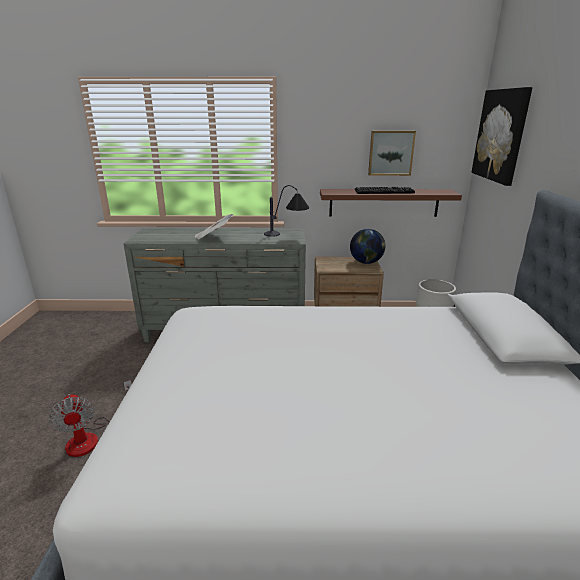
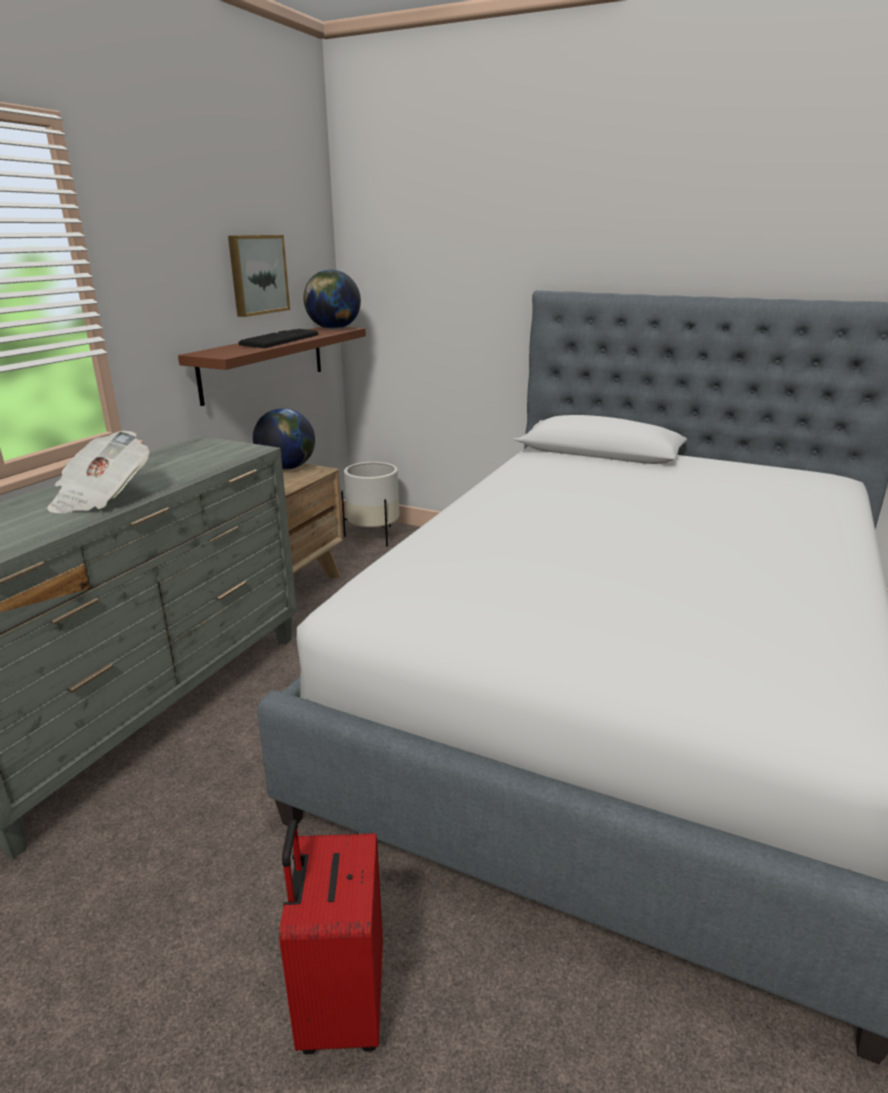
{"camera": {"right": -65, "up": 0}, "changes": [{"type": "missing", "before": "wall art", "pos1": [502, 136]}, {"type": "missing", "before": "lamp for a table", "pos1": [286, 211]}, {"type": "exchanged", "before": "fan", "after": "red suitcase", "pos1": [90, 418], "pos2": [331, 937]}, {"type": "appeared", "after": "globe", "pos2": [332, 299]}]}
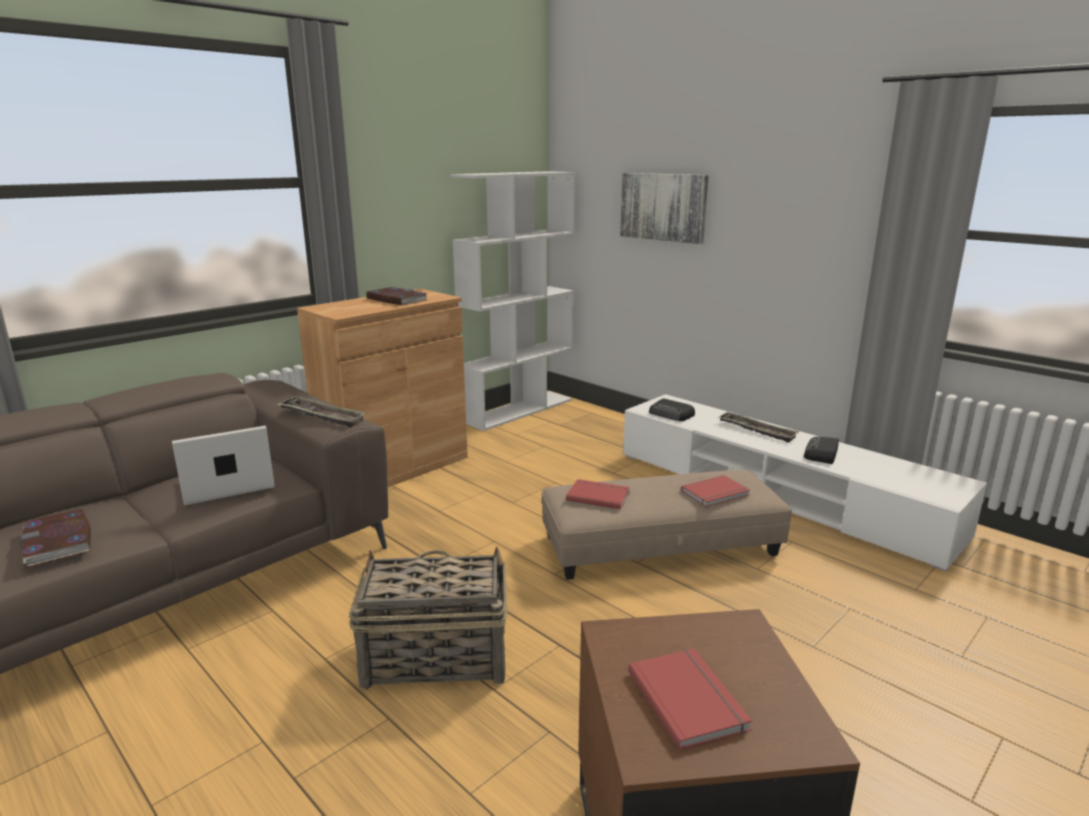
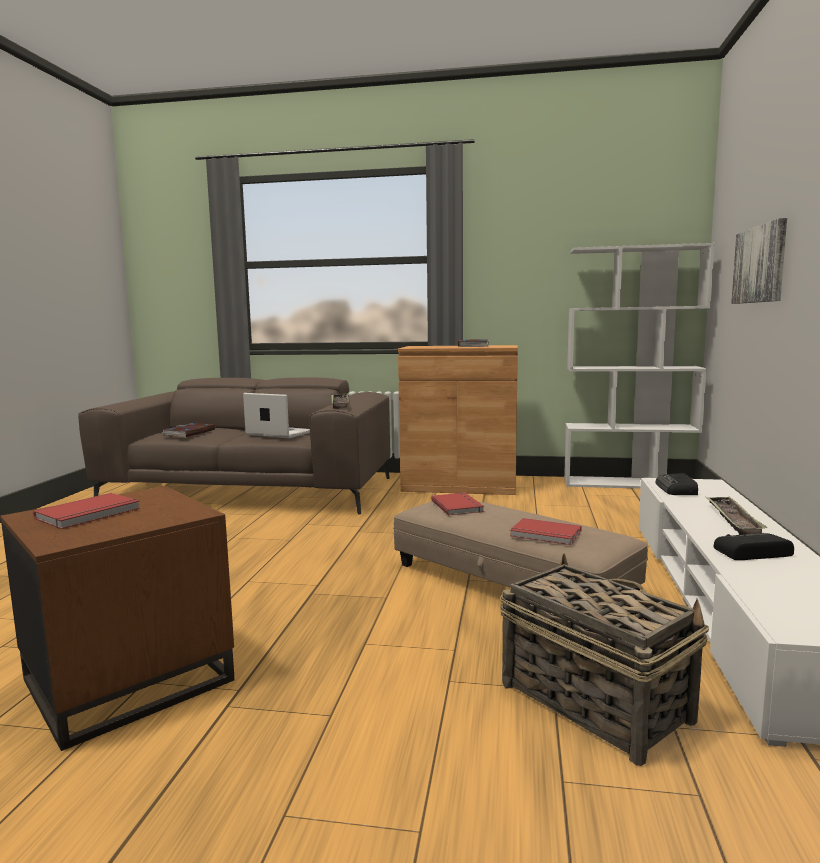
{"camera": {"right": 55, "up": -10}, "changes": [{"type": "relocated", "before": "basket", "pos1": [428, 618], "pos2": [604, 659]}]}
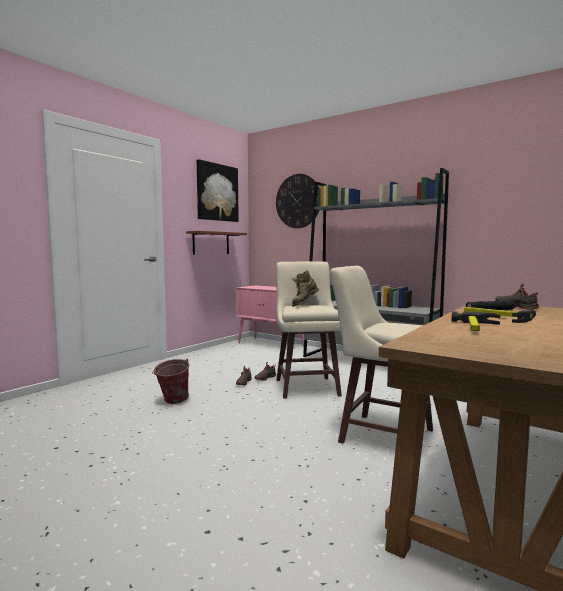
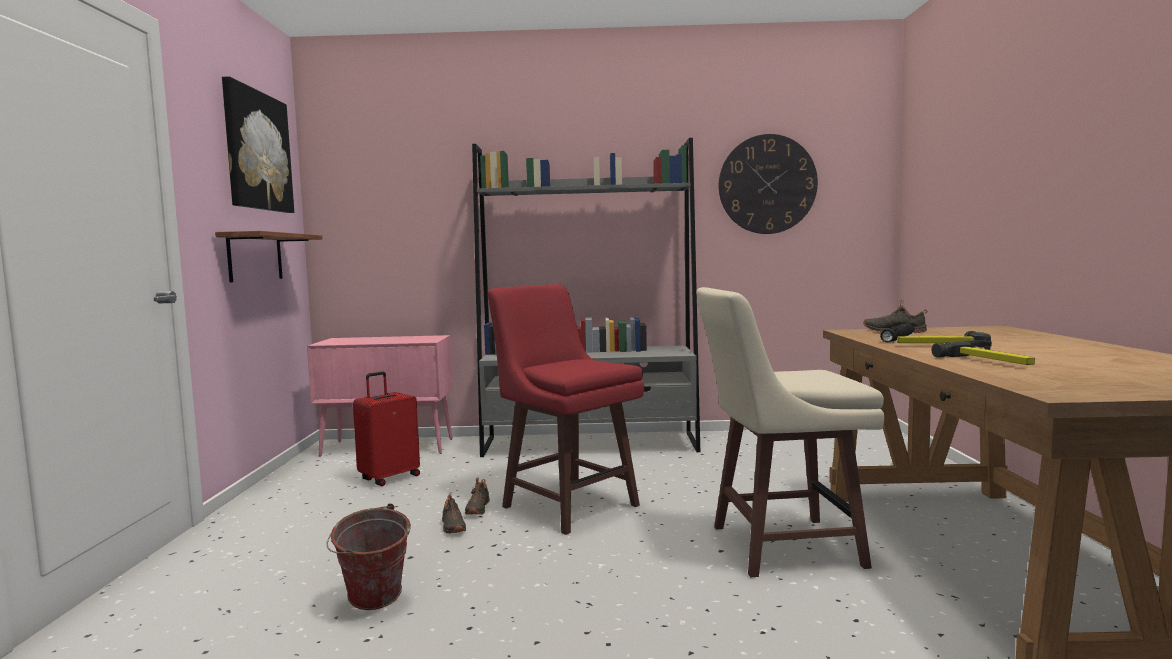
{"camera": {"right": -35, "up": 0}, "changes": [{"type": "relocated", "before": "hanging clock", "pos1": [297, 201], "pos2": [768, 184]}, {"type": "colour", "before": "beige stool", "after": "red stool", "pos1": [309, 330], "pos2": [566, 409]}, {"type": "missing", "before": "brownish boot", "pos1": [305, 289]}, {"type": "appeared", "after": "red suitcase", "pos2": [386, 428]}]}
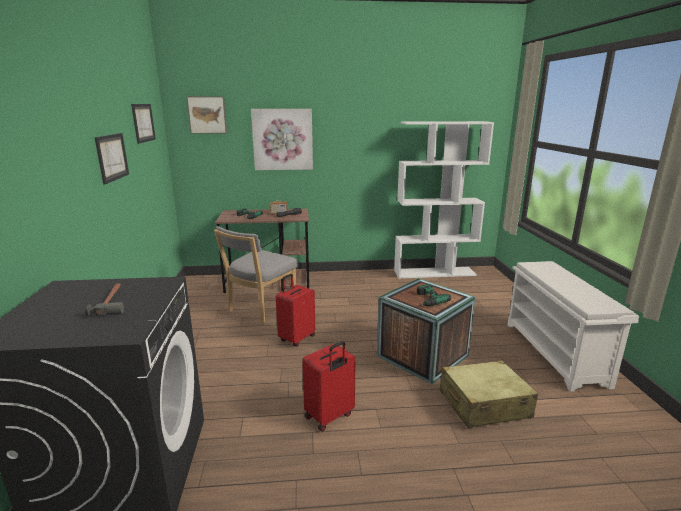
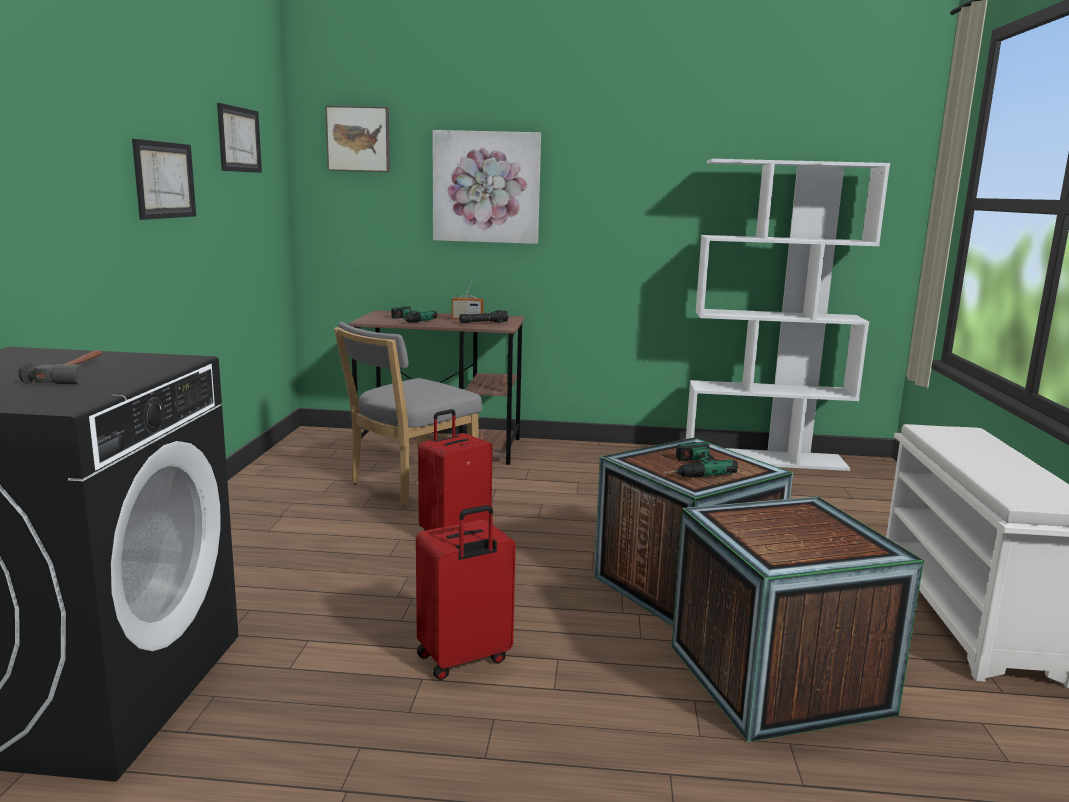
{"camera": {"right": 10, "up": -5}, "changes": [{"type": "exchanged", "before": "beige suitcase", "after": "packing crate", "pos1": [489, 394], "pos2": [797, 619]}]}
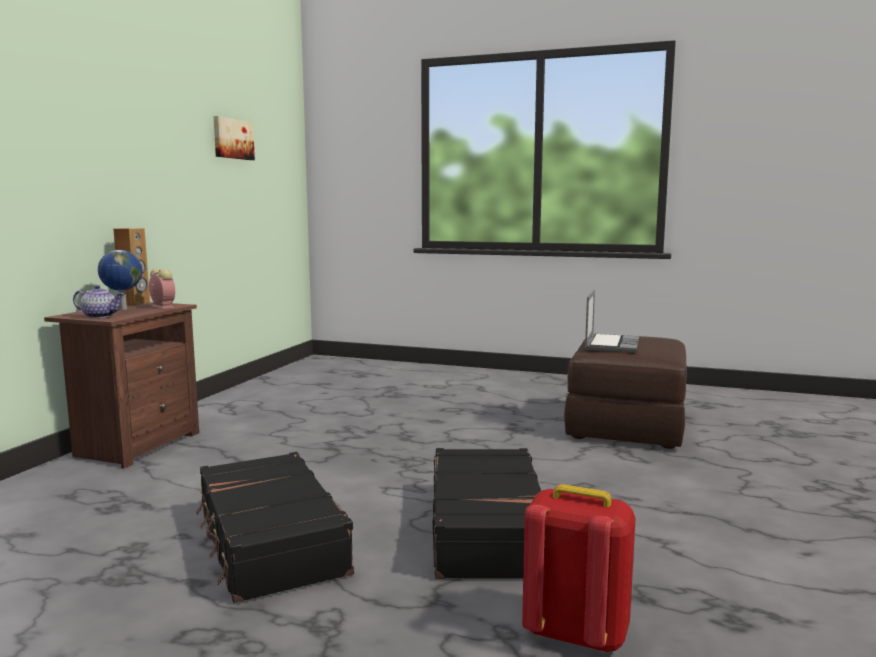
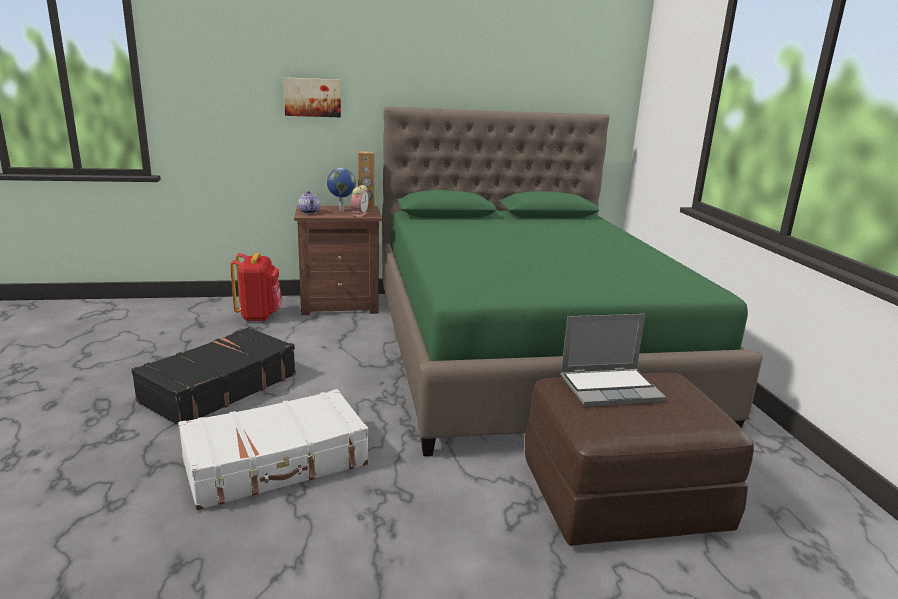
{"camera": {"right": 60, "up": 10}, "changes": [{"type": "relocated", "before": "wall art", "pos1": [234, 138], "pos2": [312, 97]}, {"type": "colour", "before": "blackish suitcase", "after": "white suitcase", "pos1": [487, 513], "pos2": [273, 449]}, {"type": "relocated", "before": "red rucksack", "pos1": [579, 568], "pos2": [256, 287]}, {"type": "appeared", "after": "green sleeping bed", "pos2": [572, 281]}]}
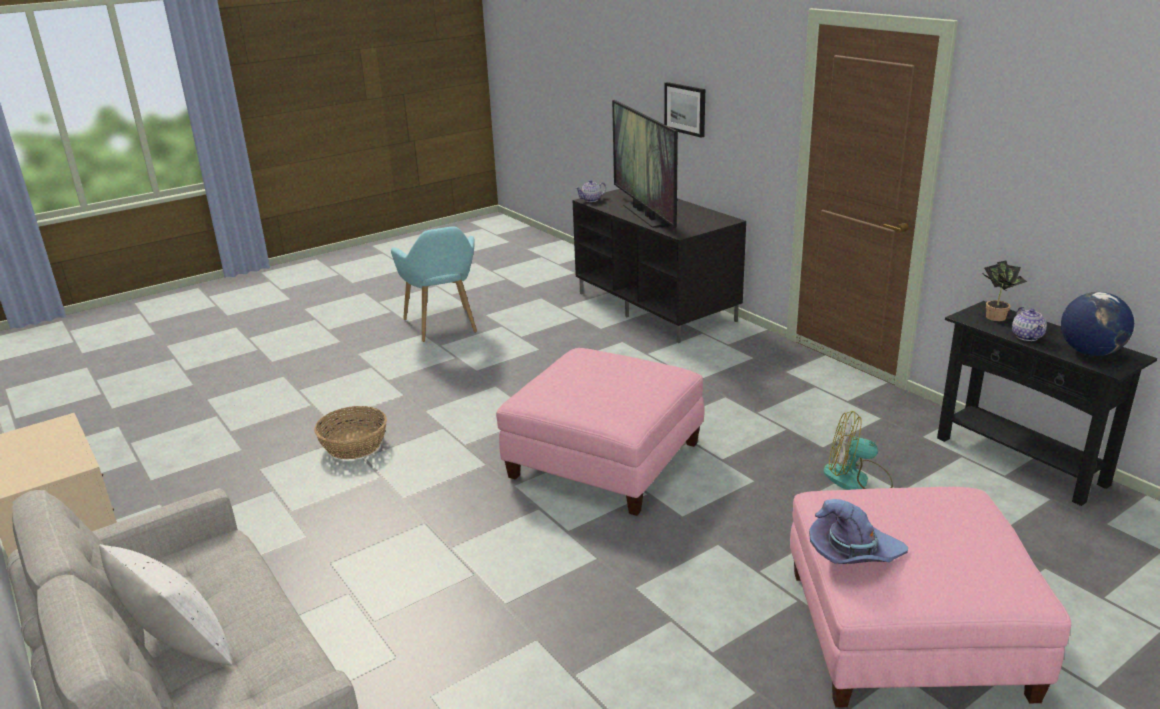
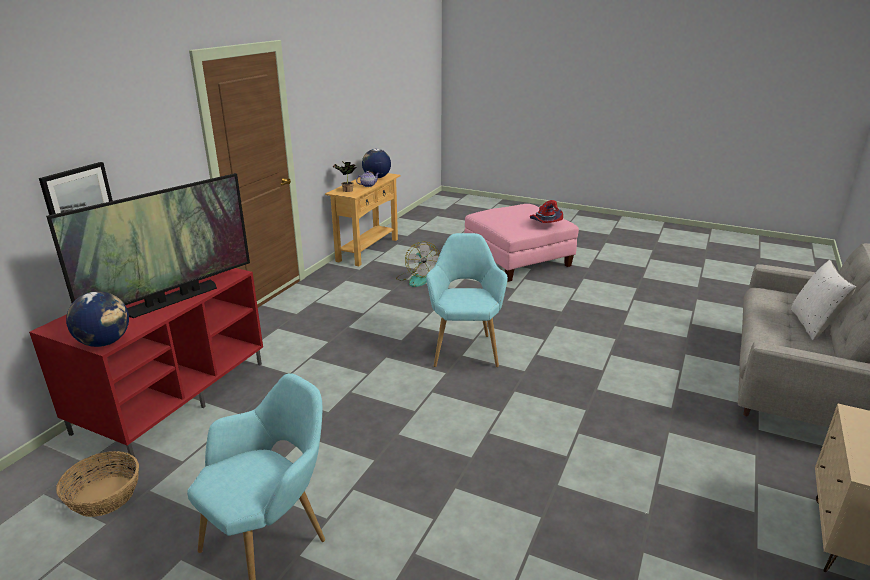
{"camera": {"right": -120, "up": 0}, "changes": [{"type": "exchanged", "before": "pot for tea", "after": "globe", "pos1": [591, 191], "pos2": [97, 319]}, {"type": "colour", "before": "blackish tv stand", "after": "red tv stand", "pos1": [659, 266], "pos2": [146, 364]}, {"type": "colour", "before": "blackish narrow table", "after": "beige narrow table", "pos1": [1047, 403], "pos2": [362, 219]}, {"type": "exchanged", "before": "pinkish ottoman", "after": "blue-green lounge chair", "pos1": [600, 432], "pos2": [467, 300]}, {"type": "relocated", "before": "basket", "pos1": [350, 432], "pos2": [97, 484]}, {"type": "colour", "before": "purple clothing hat", "after": "red clothing hat", "pos1": [858, 531], "pos2": [546, 211]}]}
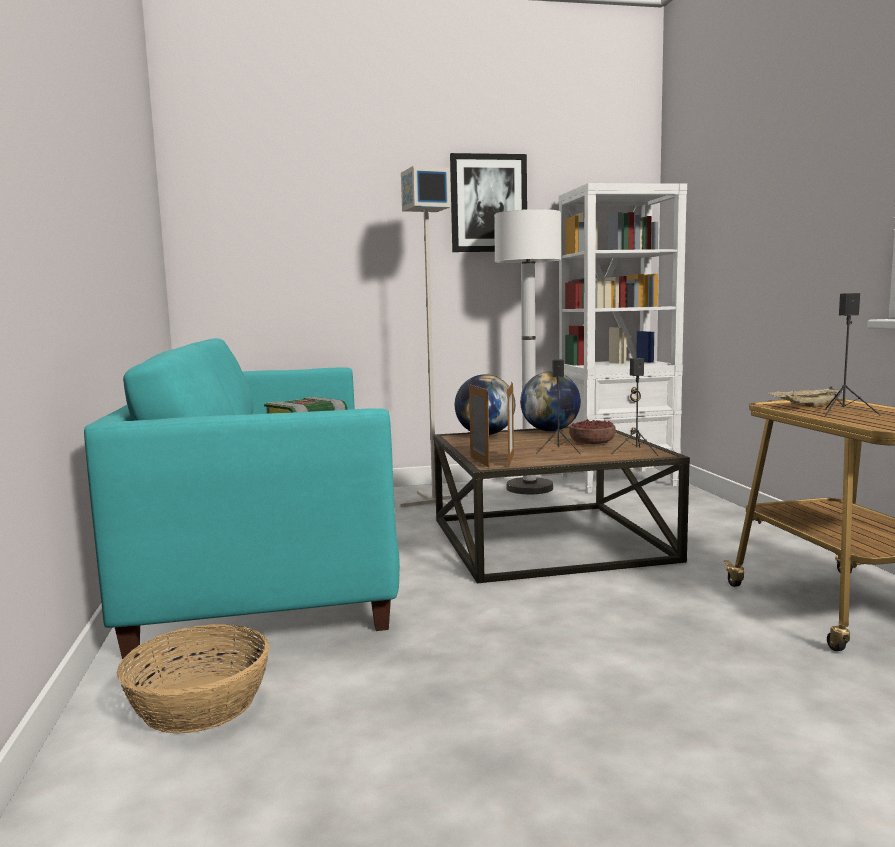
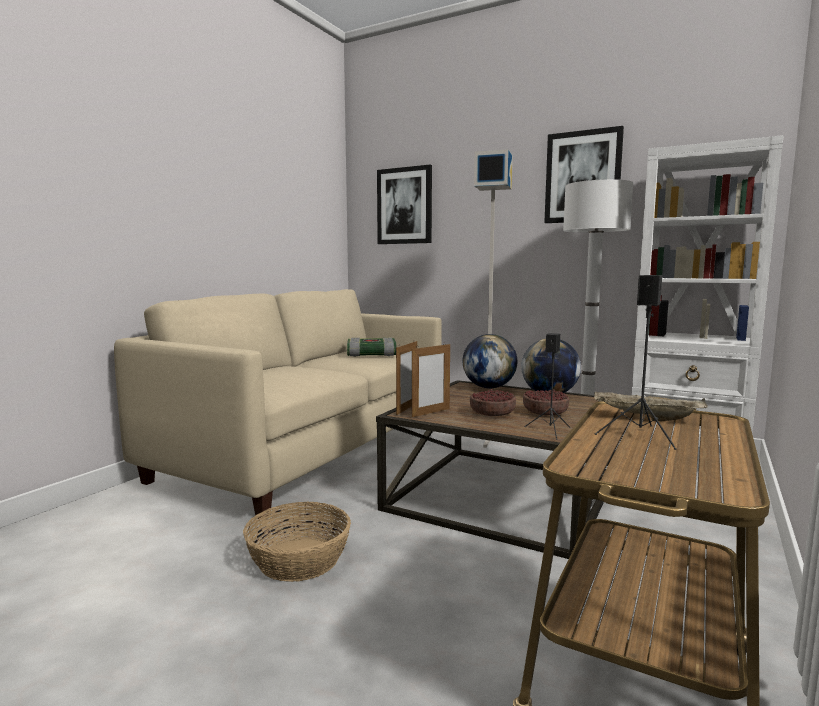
{"camera": {"right": 40, "up": 0}, "changes": [{"type": "colour", "before": "blue-green couch", "after": "beige couch", "pos1": [242, 498], "pos2": [278, 404]}, {"type": "exchanged", "before": "blackish speaker", "after": "deep dish", "pos1": [558, 406], "pos2": [493, 402]}, {"type": "relocated", "before": "basket", "pos1": [193, 679], "pos2": [297, 542]}, {"type": "appeared", "after": "wall art", "pos2": [404, 204]}]}
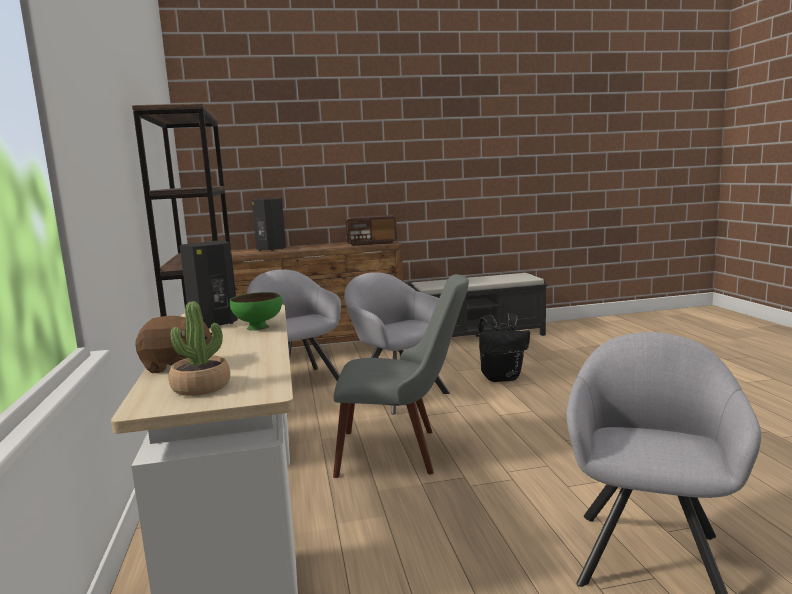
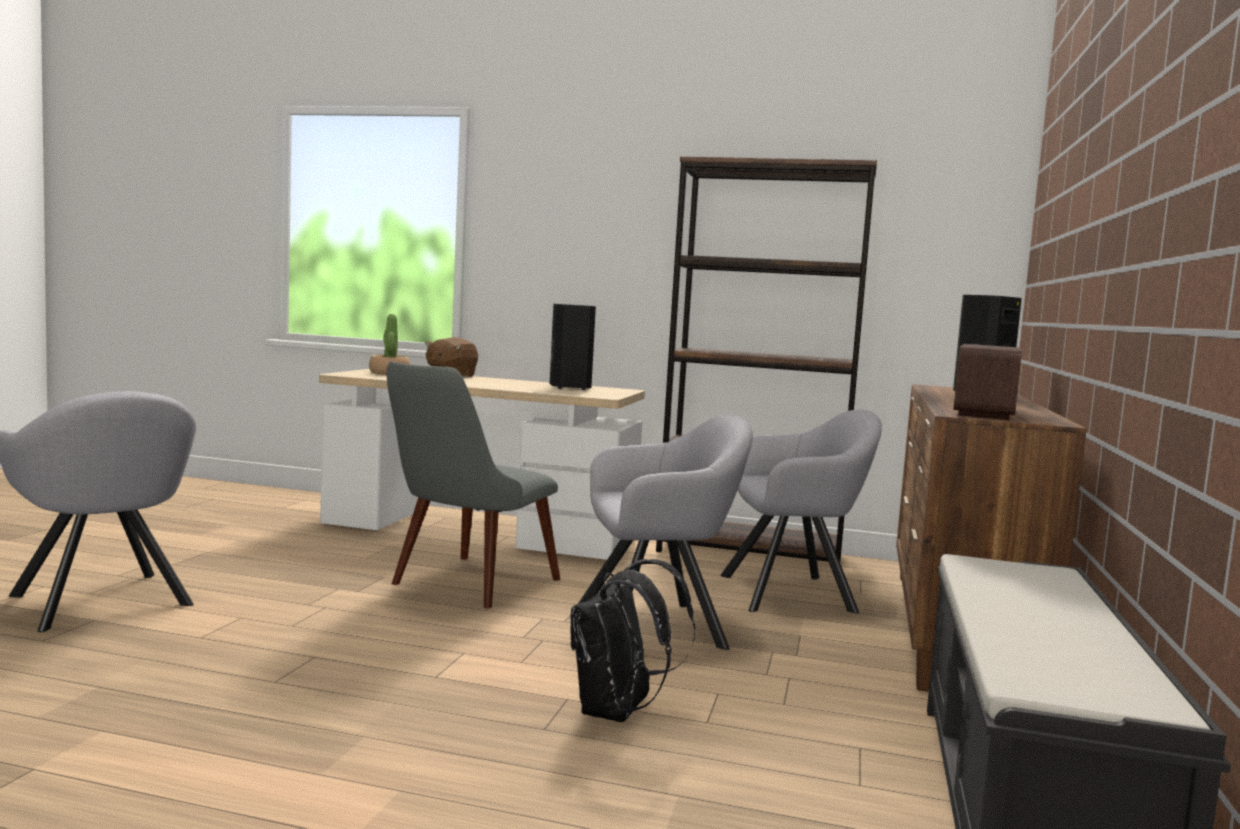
{"camera": {"right": 115, "up": -5}, "changes": [{"type": "missing", "before": "green deep dish", "pos1": [256, 311]}]}
